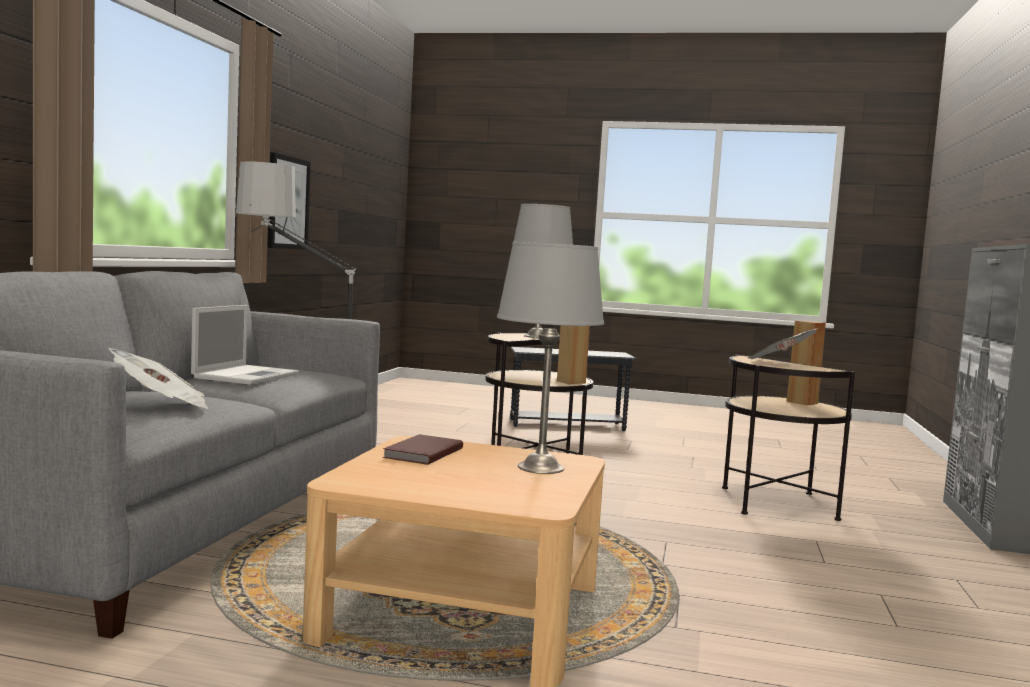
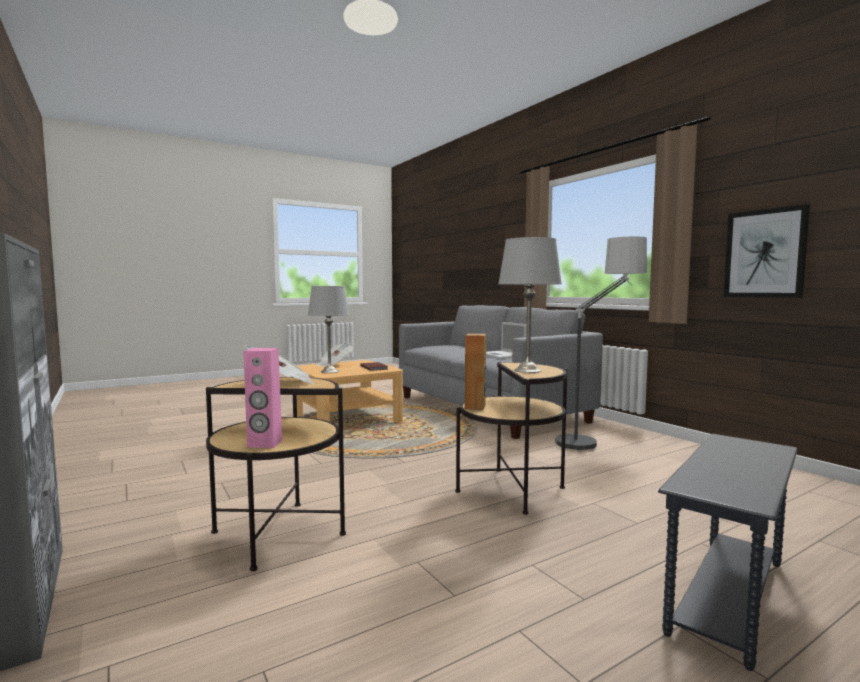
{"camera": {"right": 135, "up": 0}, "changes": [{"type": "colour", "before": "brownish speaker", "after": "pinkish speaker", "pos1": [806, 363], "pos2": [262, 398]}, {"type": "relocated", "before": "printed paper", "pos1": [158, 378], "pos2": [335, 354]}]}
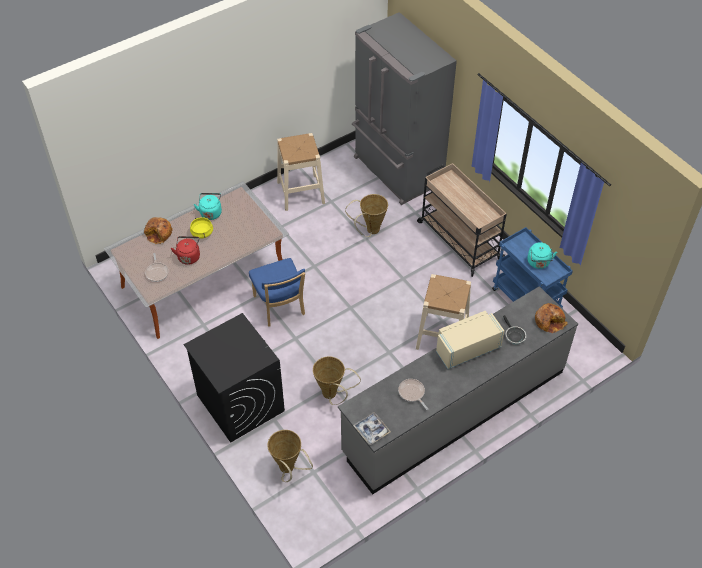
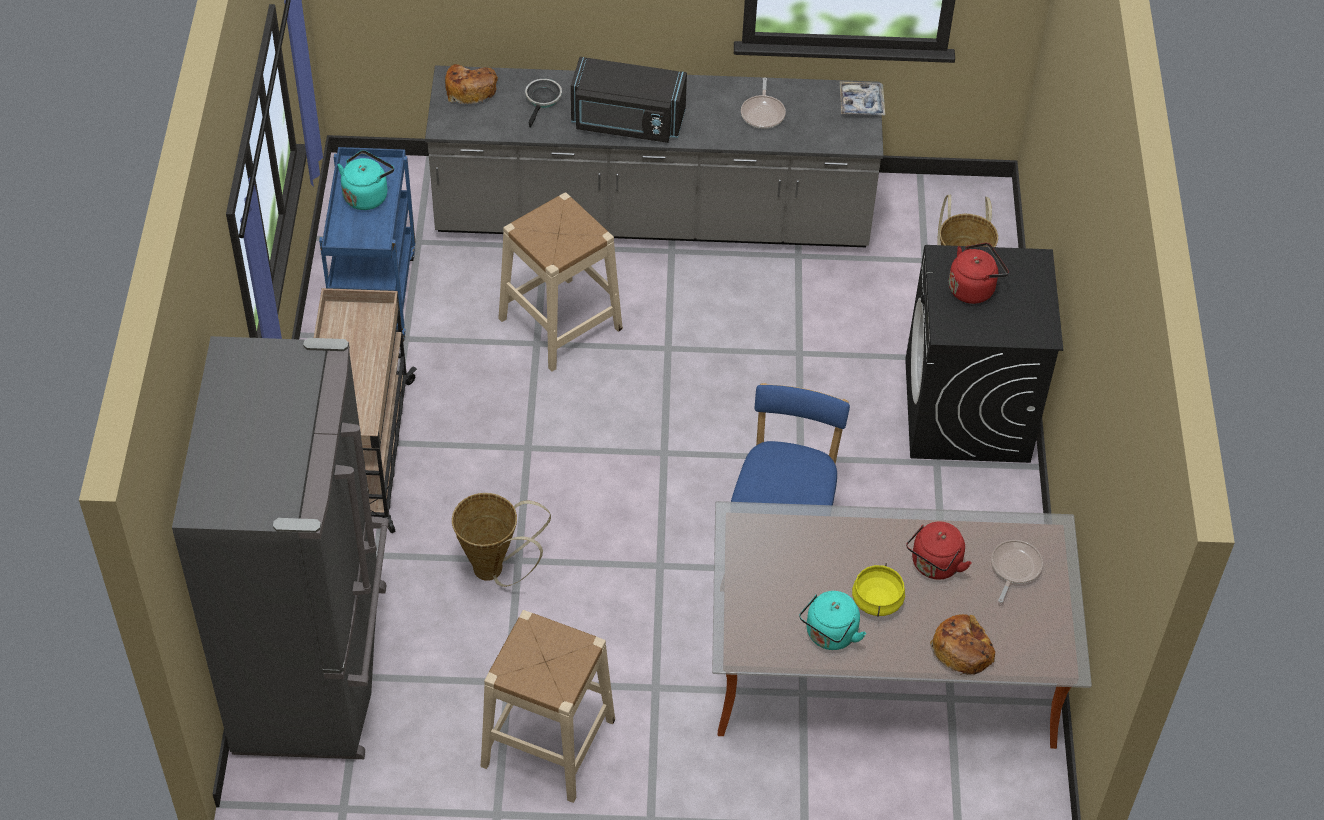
{"camera": {"right": -145, "up": 0}, "changes": [{"type": "colour", "before": "beige microwave", "after": "blackish microwave", "pos1": [470, 340], "pos2": [629, 100]}, {"type": "missing", "before": "basket", "pos1": [337, 380]}, {"type": "appeared", "after": "red kettle", "pos2": [979, 273]}]}
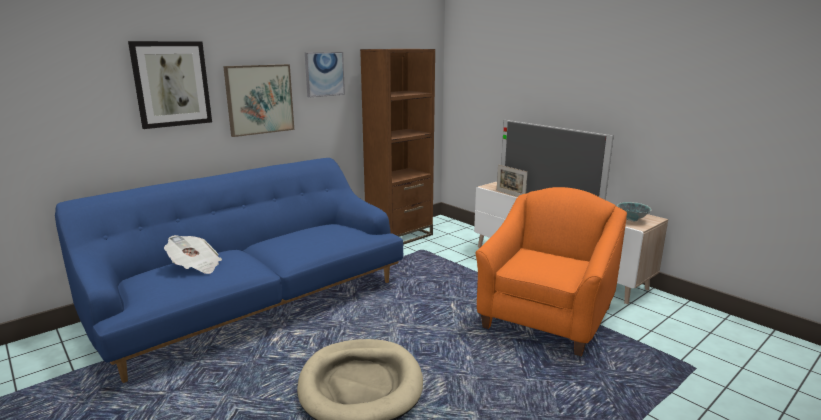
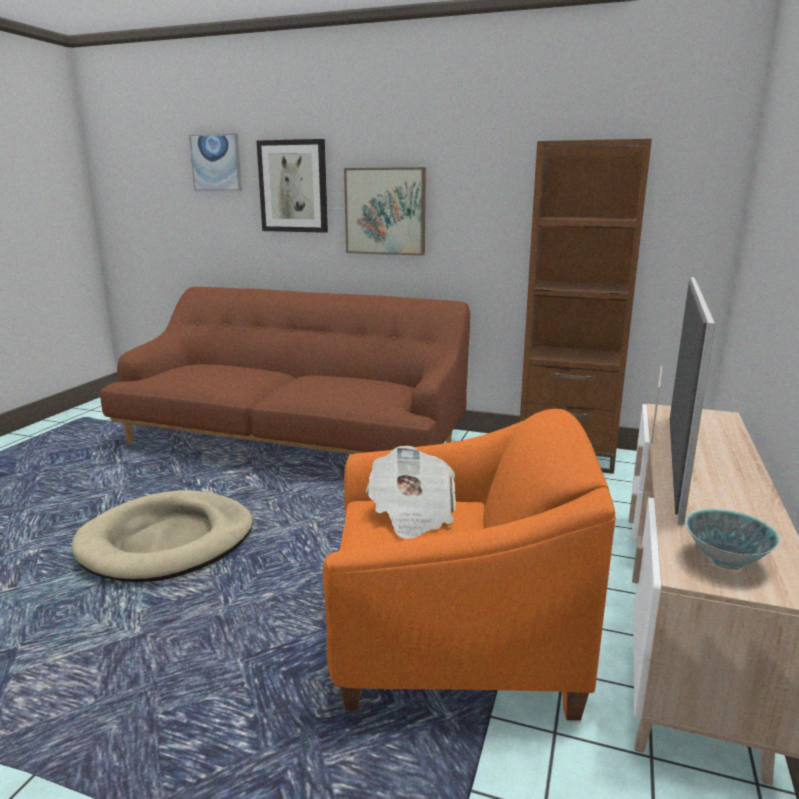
{"camera": {"right": 60, "up": 0}, "changes": [{"type": "relocated", "before": "wall art", "pos1": [325, 74], "pos2": [215, 162]}, {"type": "colour", "before": "bluish couch", "after": "brownish couch", "pos1": [229, 270], "pos2": [285, 370]}, {"type": "relocated", "before": "printed paper", "pos1": [193, 254], "pos2": [411, 492]}]}
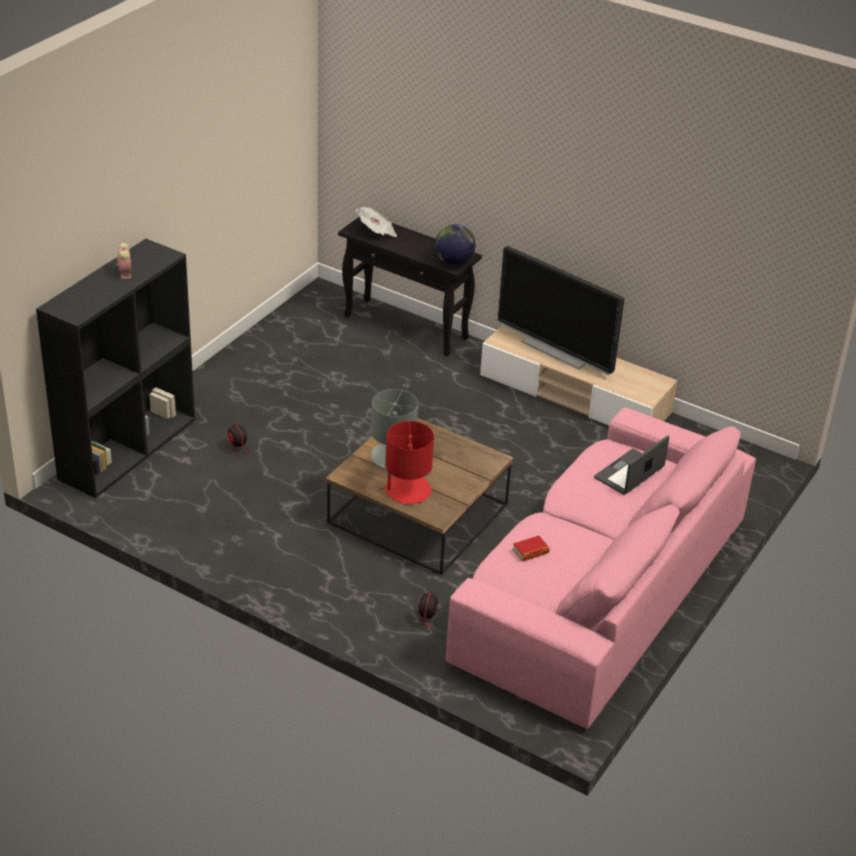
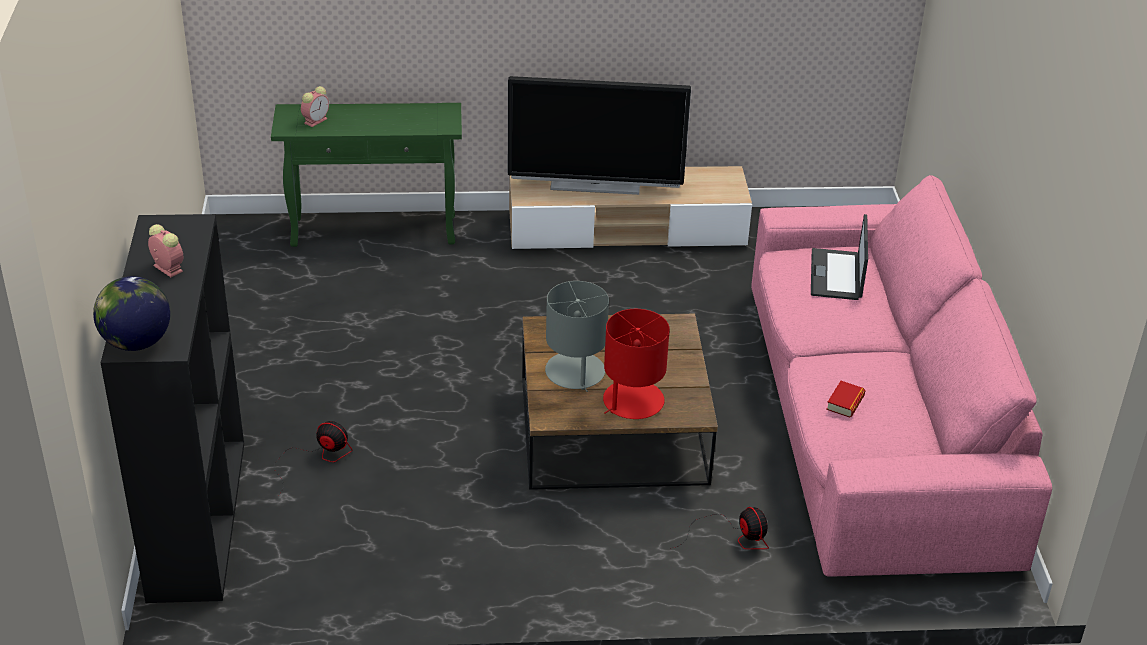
{"camera": {"right": -35, "up": 0}, "changes": [{"type": "exchanged", "before": "printed paper", "after": "table clock", "pos1": [376, 222], "pos2": [315, 106]}, {"type": "colour", "before": "blackish narrow table", "after": "green narrow table", "pos1": [410, 286], "pos2": [366, 175]}, {"type": "relocated", "before": "globe", "pos1": [455, 244], "pos2": [131, 313]}]}
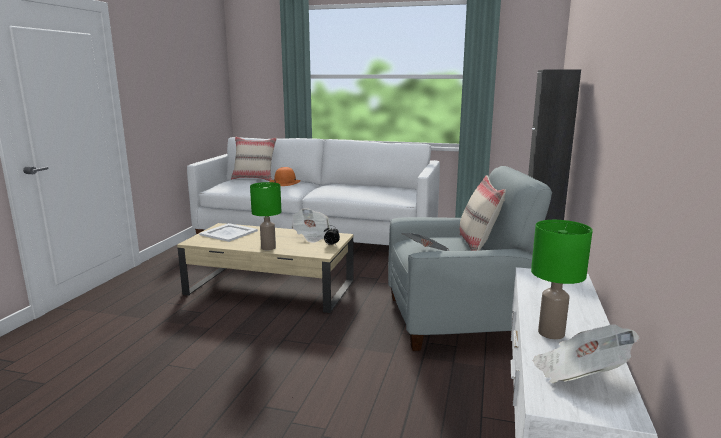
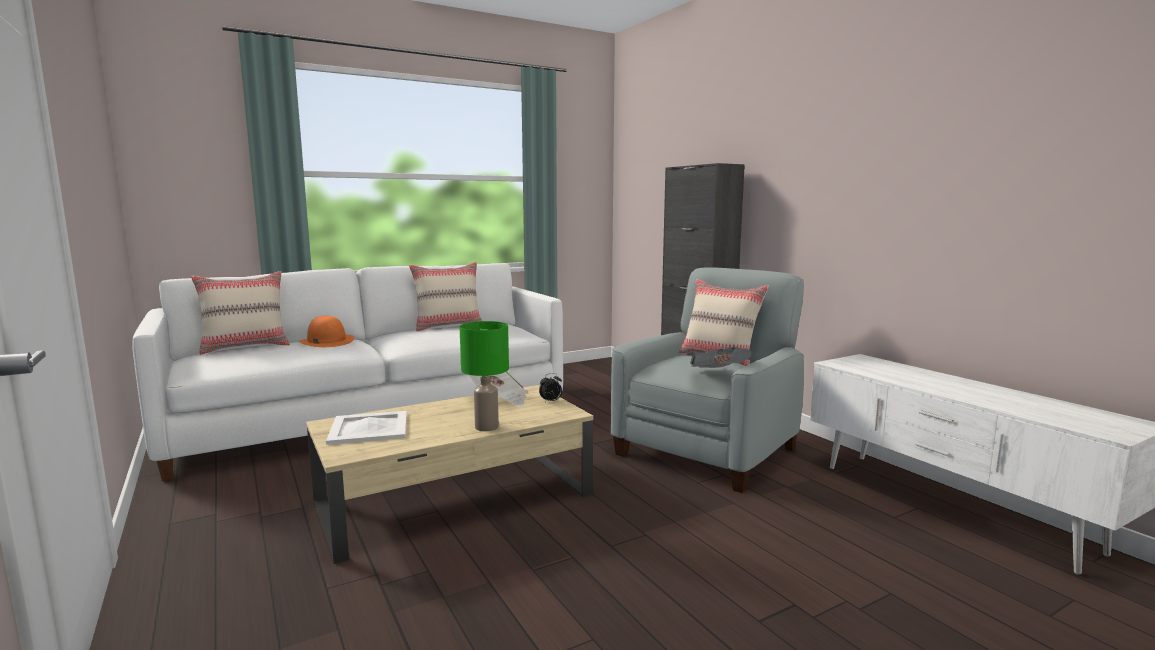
{"camera": {"right": -45, "up": -5}, "changes": [{"type": "missing", "before": "green lamp for a table", "pos1": [562, 279]}, {"type": "missing", "before": "printed paper", "pos1": [586, 354]}, {"type": "appeared", "after": "beige pillow", "pos2": [445, 296]}]}
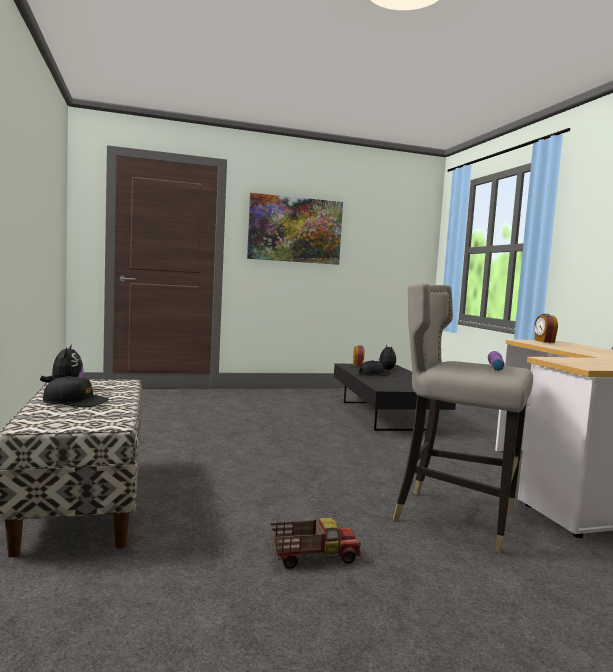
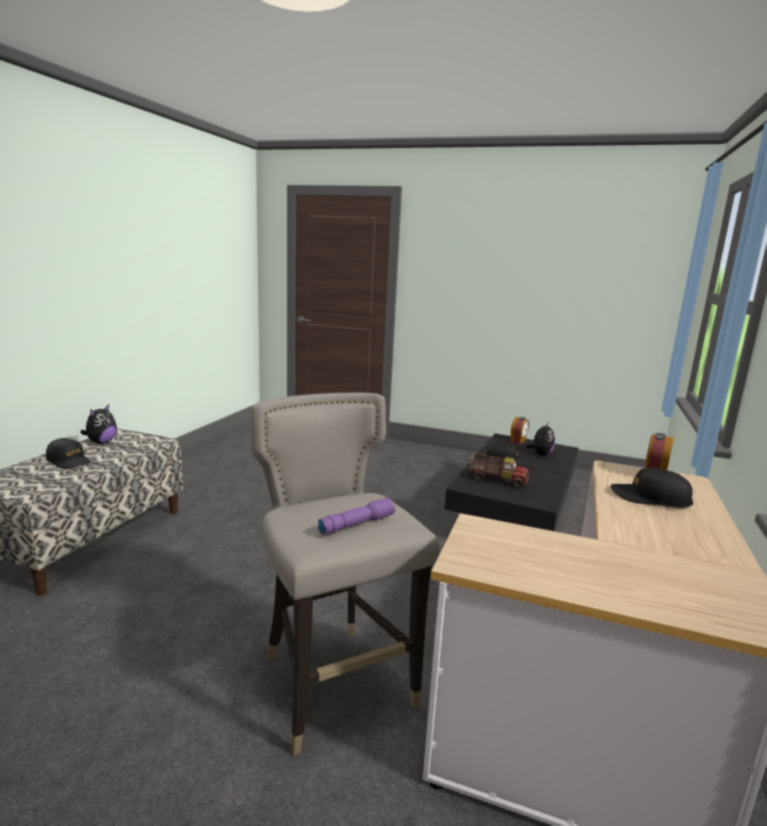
{"camera": {"right": 35, "up": 10}, "changes": [{"type": "missing", "before": "wall art", "pos1": [295, 229]}, {"type": "relocated", "before": "toy truck", "pos1": [315, 543], "pos2": [499, 470]}, {"type": "appeared", "after": "blackish cap", "pos2": [652, 488]}]}
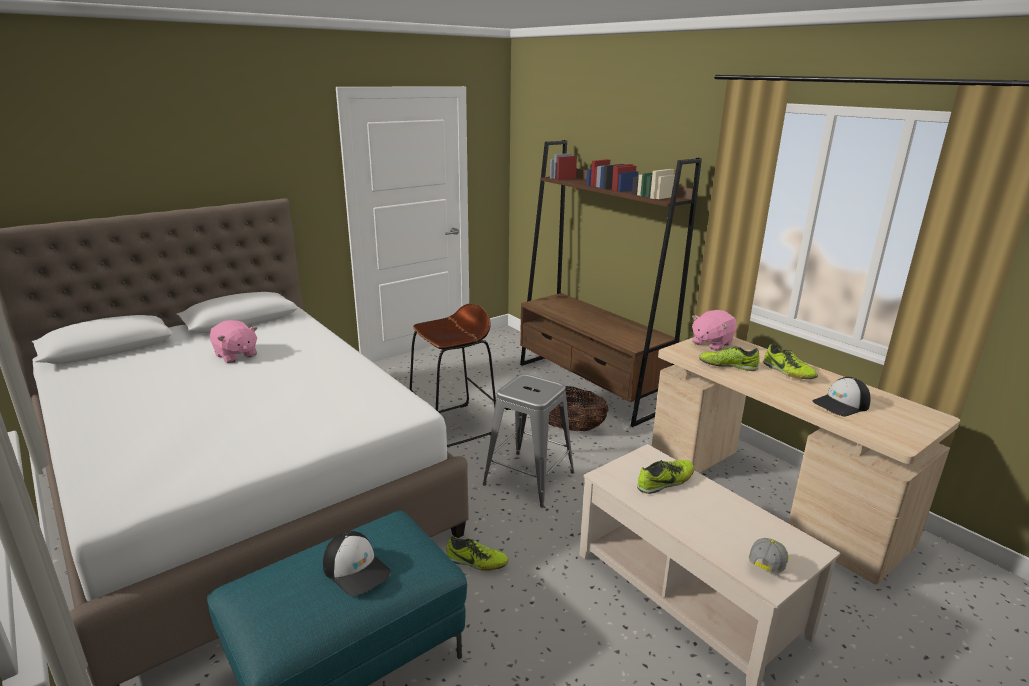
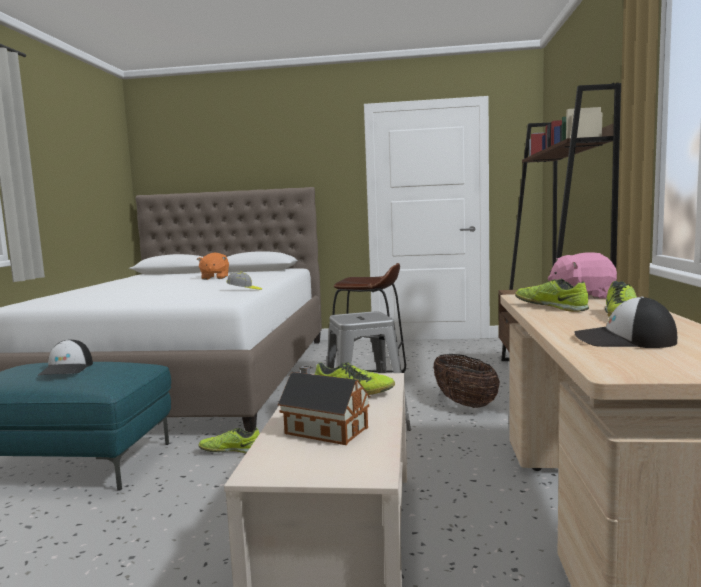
{"camera": {"right": 45, "up": -15}, "changes": [{"type": "colour", "before": "pinkish plush toy", "after": "orangey plush toy", "pos1": [233, 341], "pos2": [213, 266]}, {"type": "spun", "before": "low shoe", "pos1": [477, 553], "pos2": [229, 440], "turn": 120}, {"type": "relocated", "before": "cap", "pos1": [769, 555], "pos2": [244, 280]}, {"type": "appeared", "after": "miniature house", "pos2": [324, 405]}]}
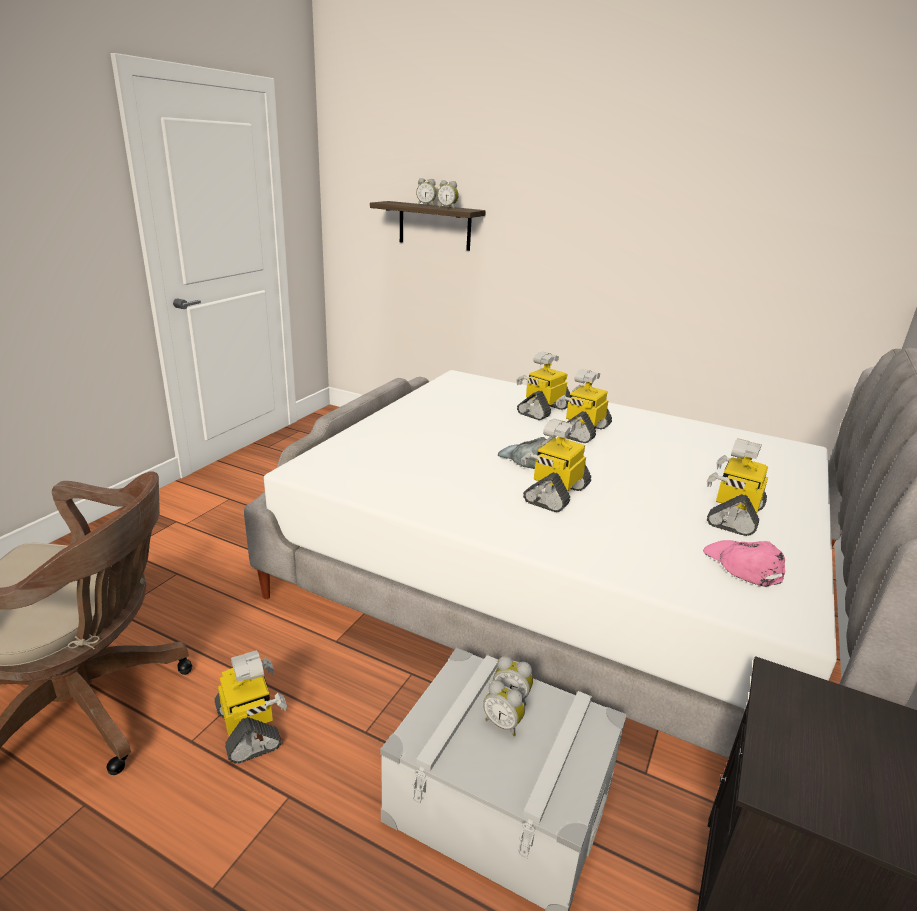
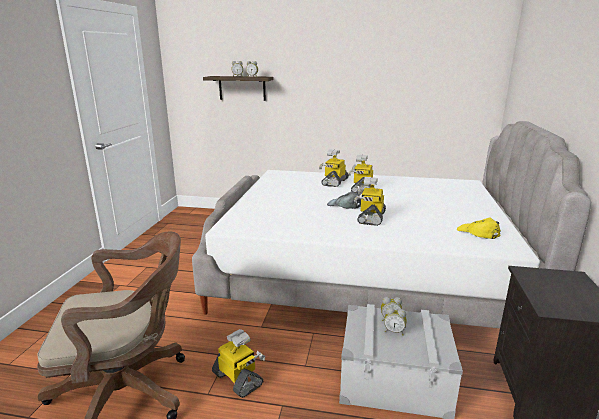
{"camera": {"right": -15, "up": -5}, "changes": [{"type": "missing", "before": "toy robot", "pos1": [737, 487]}, {"type": "colour", "before": "pinkish cap", "after": "yellowish cap", "pos1": [744, 563], "pos2": [479, 228]}]}
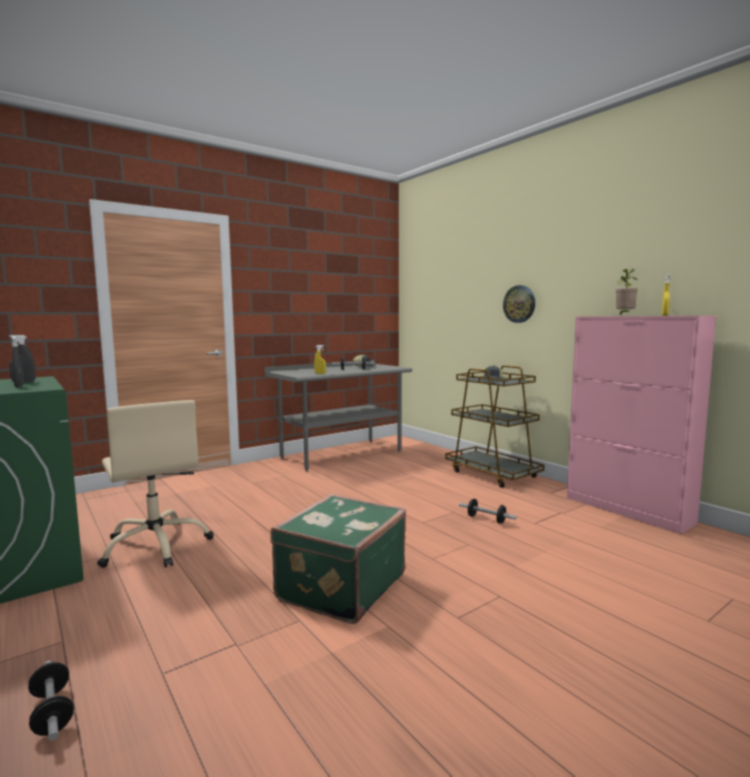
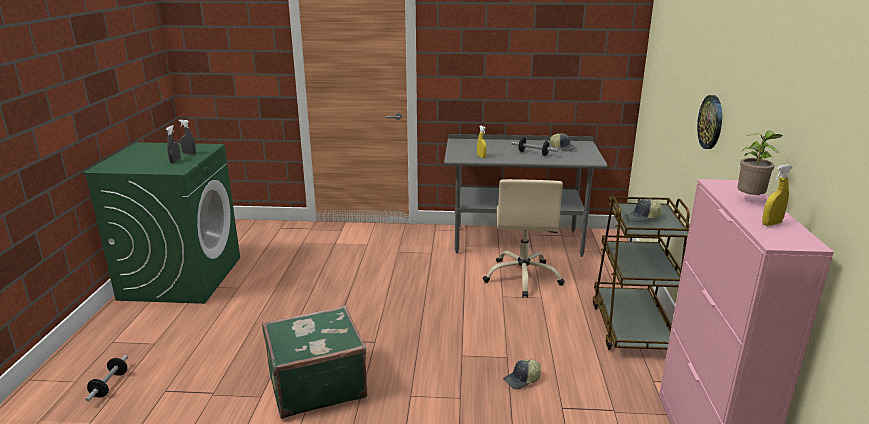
{"camera": {"right": 40, "up": 15}, "changes": [{"type": "relocated", "before": "beige office chair", "pos1": [155, 484], "pos2": [524, 238]}, {"type": "exchanged", "before": "free weight", "after": "cap", "pos1": [488, 511], "pos2": [522, 374]}]}
